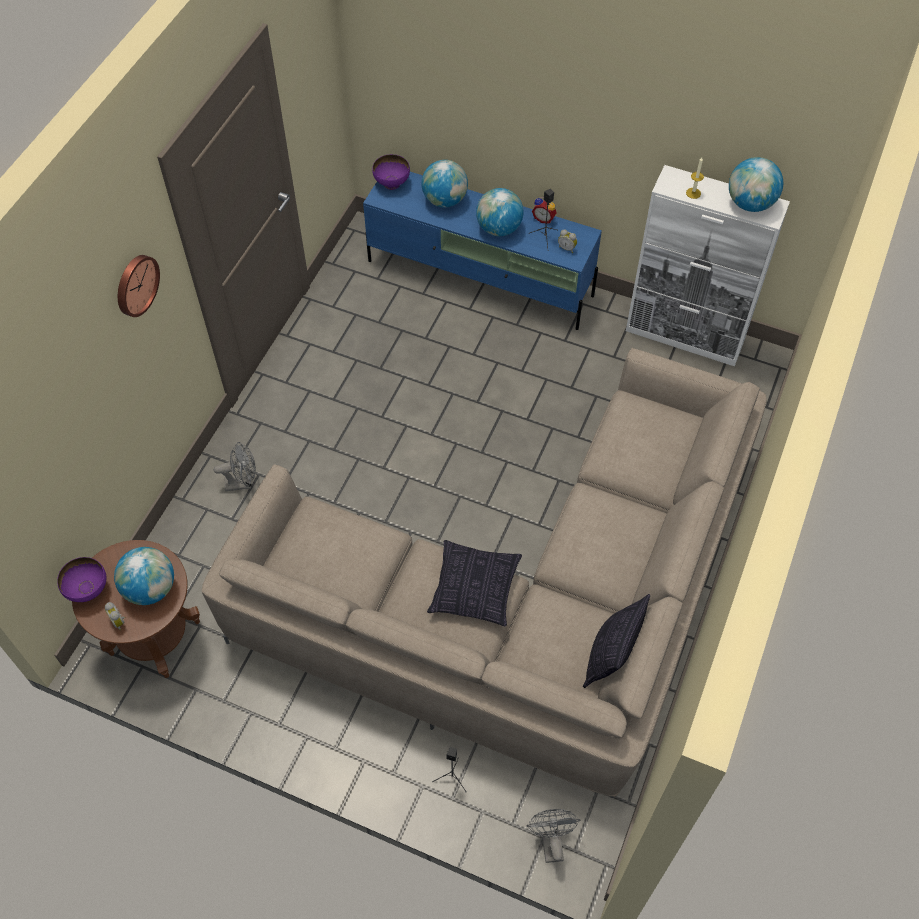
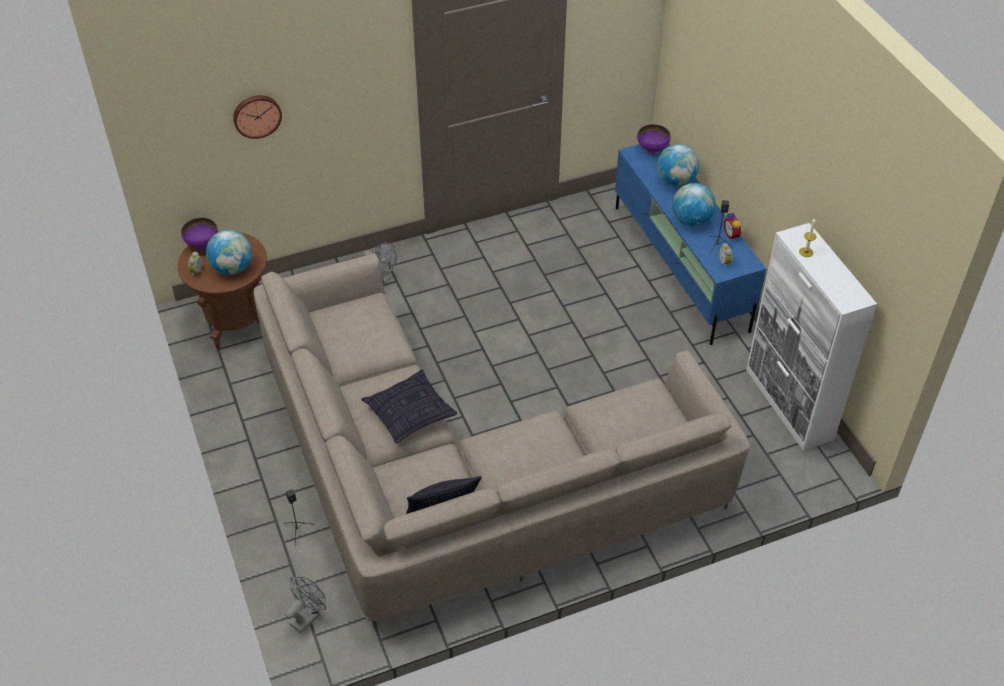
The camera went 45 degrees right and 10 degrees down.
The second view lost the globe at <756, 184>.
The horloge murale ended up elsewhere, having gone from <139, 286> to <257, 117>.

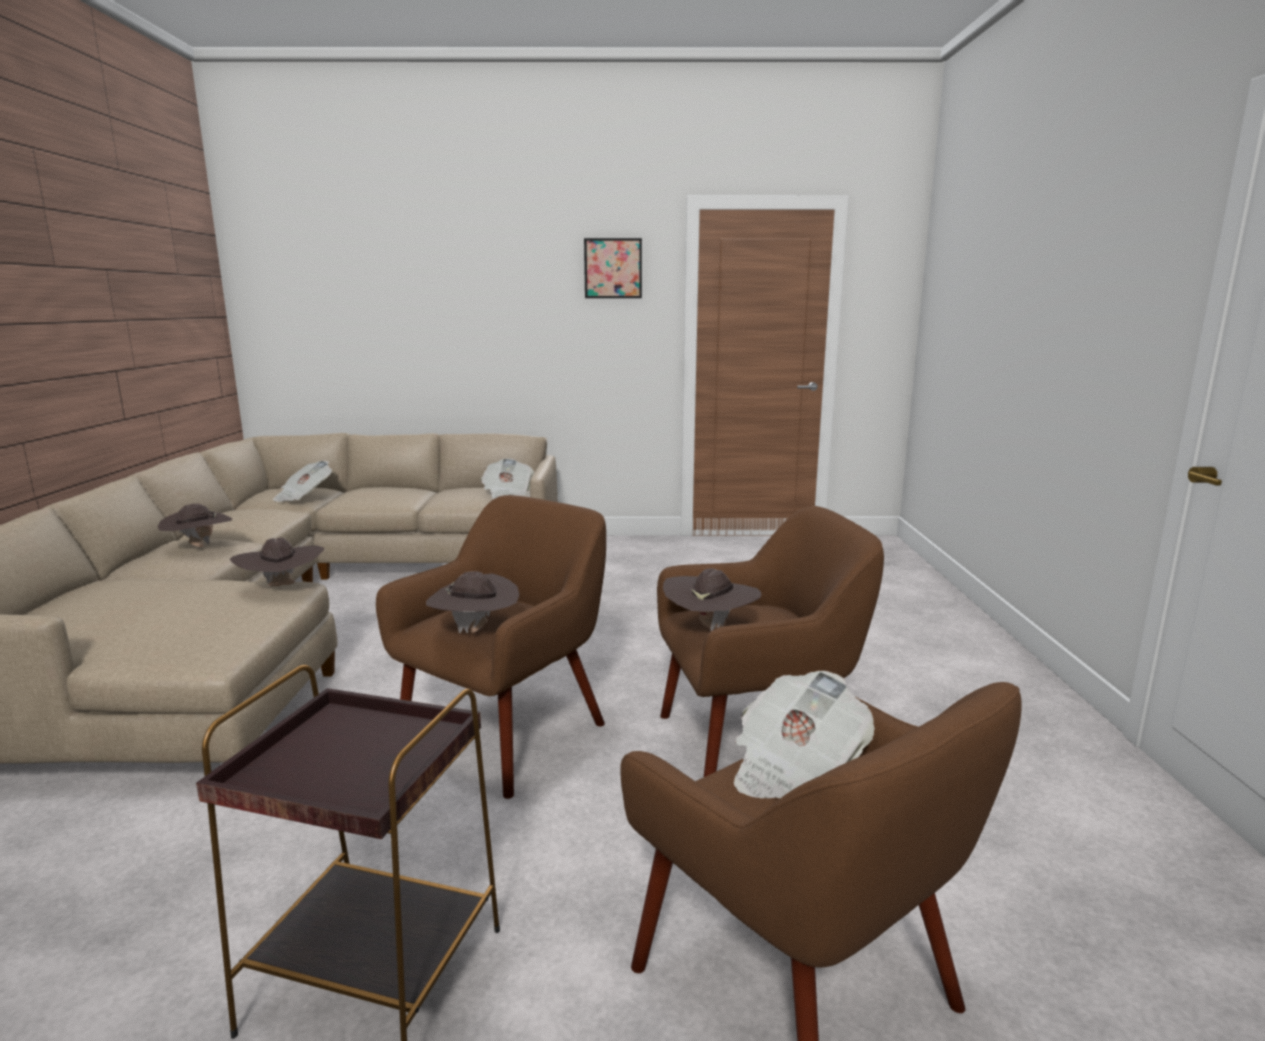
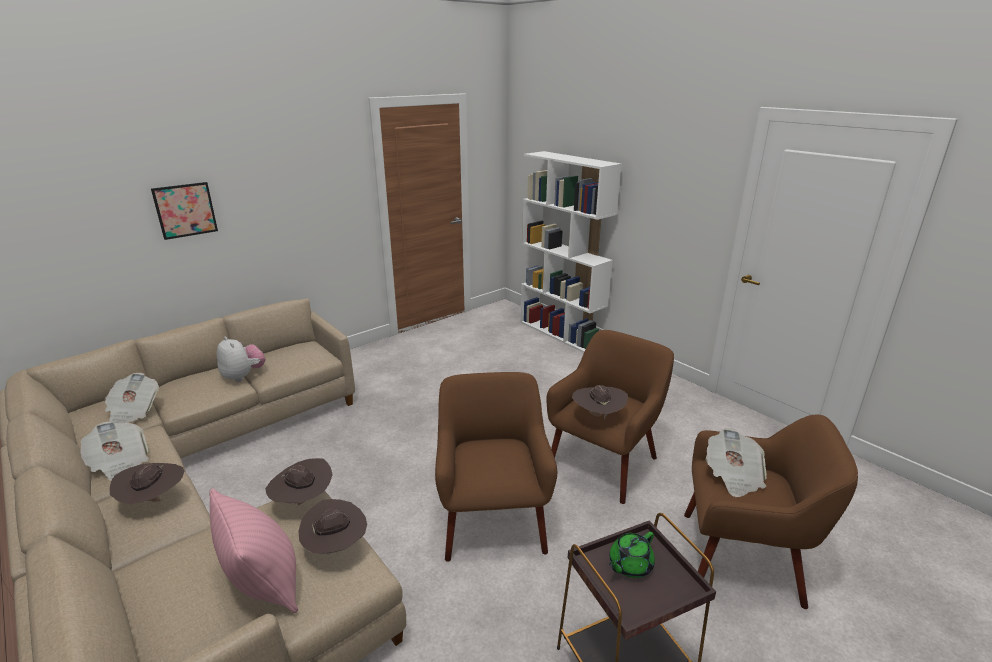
The camera went 40 degrees left and 10 degrees up.
The tableau ended up elsewhere, having gone from <613, 268> to <184, 211>.
The journal ended up elsewhere, having gone from <507, 478> to <114, 451>.
The chapeau [marron] ended up elsewhere, having gone from <472, 602> to <332, 527>.
The second view gained the bibliothèque [blanc] at <571, 252>.
The second view gained the peluche at <241, 359>.
The second view gained the coussin [rose] at <253, 550>.
The second view gained the théière [vert] at <632, 555>.

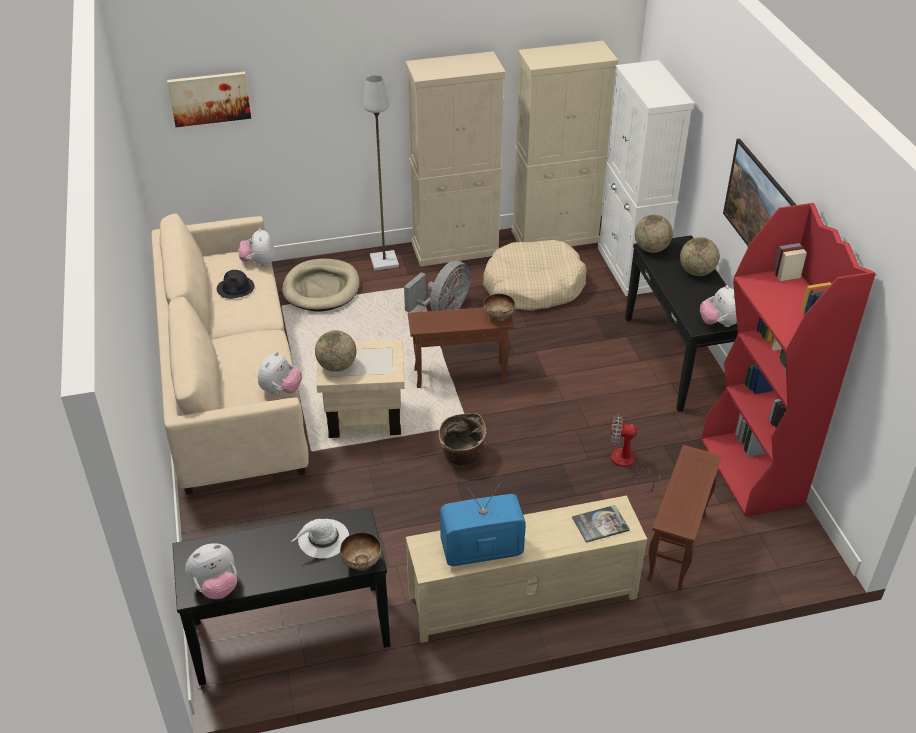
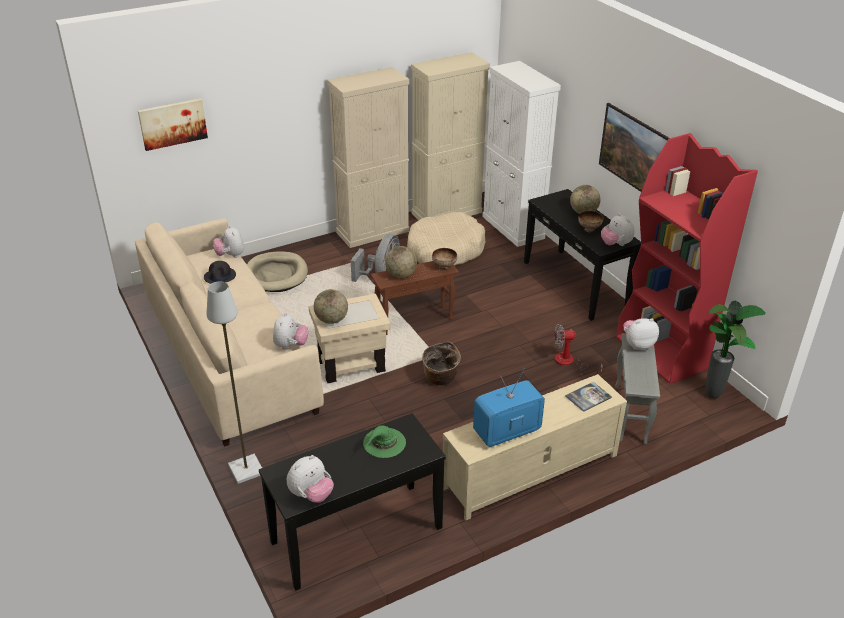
The camera went 15 degrees left and 5 degrees down.
The lampadaire [gris] ended up elsewhere, having gone from <381, 173> to <234, 383>.
The globe ended up elsewhere, having gone from <654, 234> to <401, 262>.
What was the table d'appoint [marron] at <684, 518> turned into the table d'appoint [gris] at <637, 388>.
What was the chapeau [blanc] at <320, 538> turned into the chapeau [vert] at <384, 441>.
The bol ended up elsewhere, having gone from <360, 551> to <590, 221>.
The second view gained the plante en pot at <735, 350>.
The second view gained the peluche at <641, 334>.

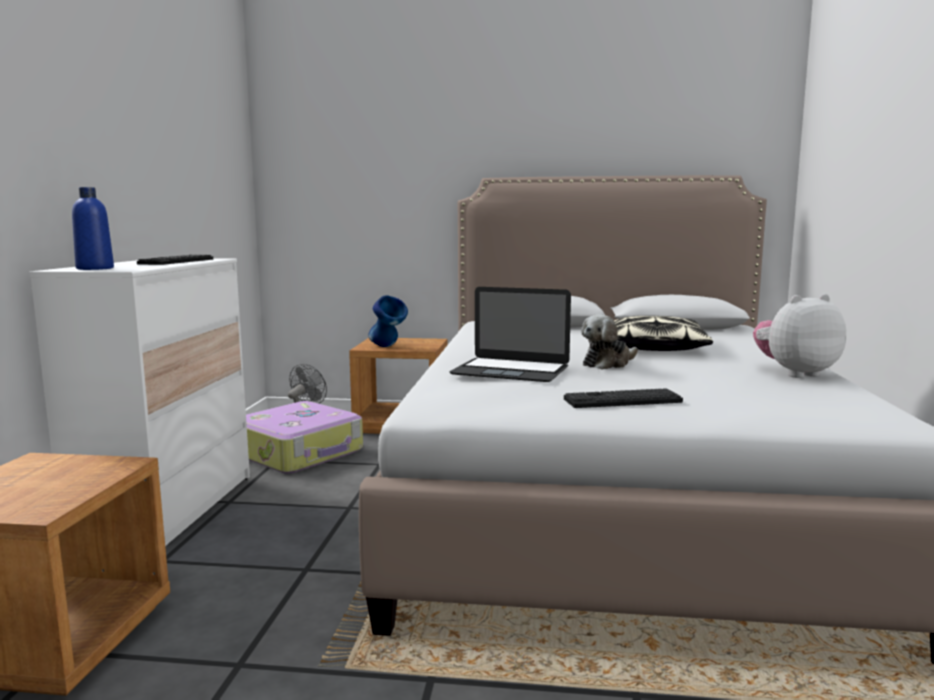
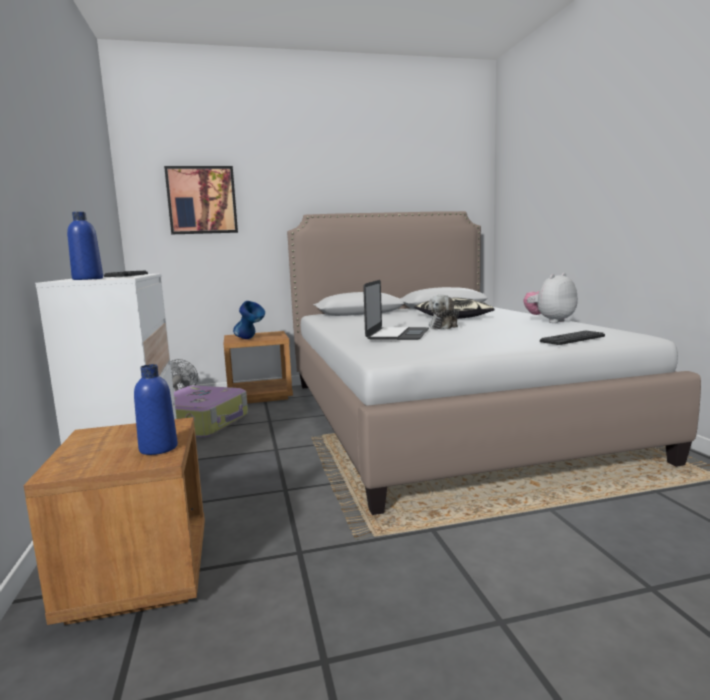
The camera went 20 degrees left and 0 degrees up.
The ordinateur portable at <510, 334> ended up facing another way, 75 degrees counterclockwise from before.
The clavier ended up elsewhere, having gone from <623, 398> to <572, 338>.
The second view gained the tableau at <201, 200>.
The second view gained the bouteille [bleu] at <156, 409>.

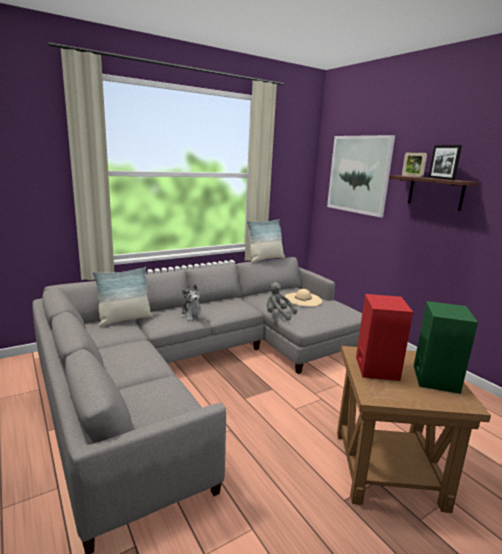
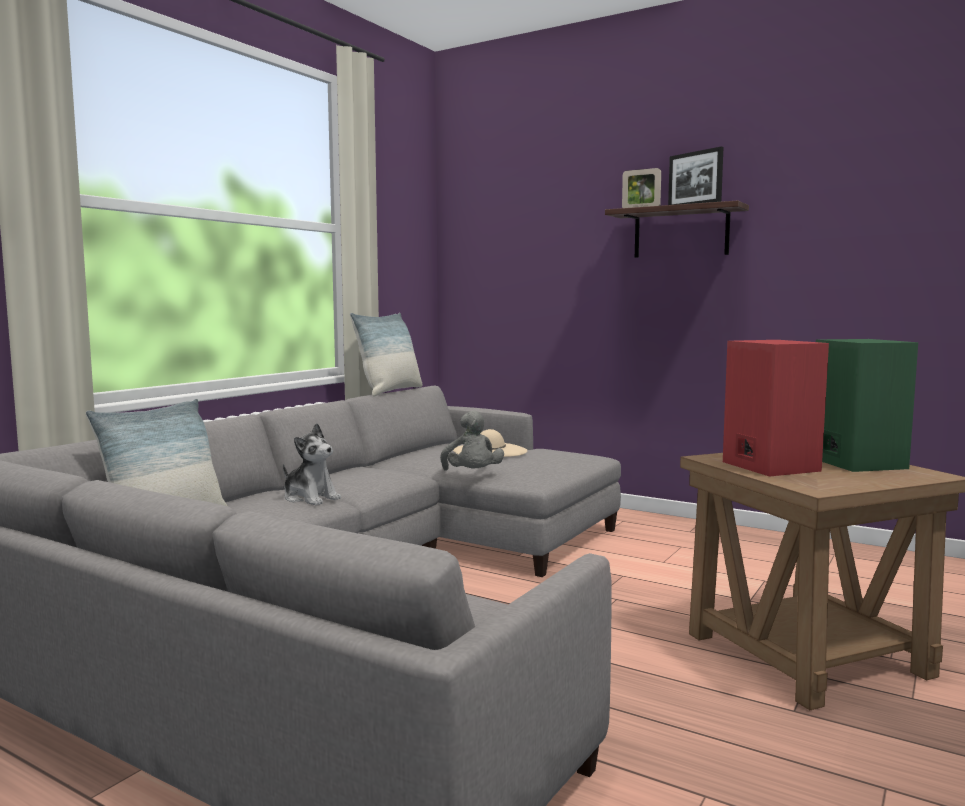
The camera went 25 degrees left and 10 degrees down.
The second view lost the tableau at <361, 176>.
The peluche [gris] at <282, 301> ended up facing another way, 105 degrees counterclockwise from before.

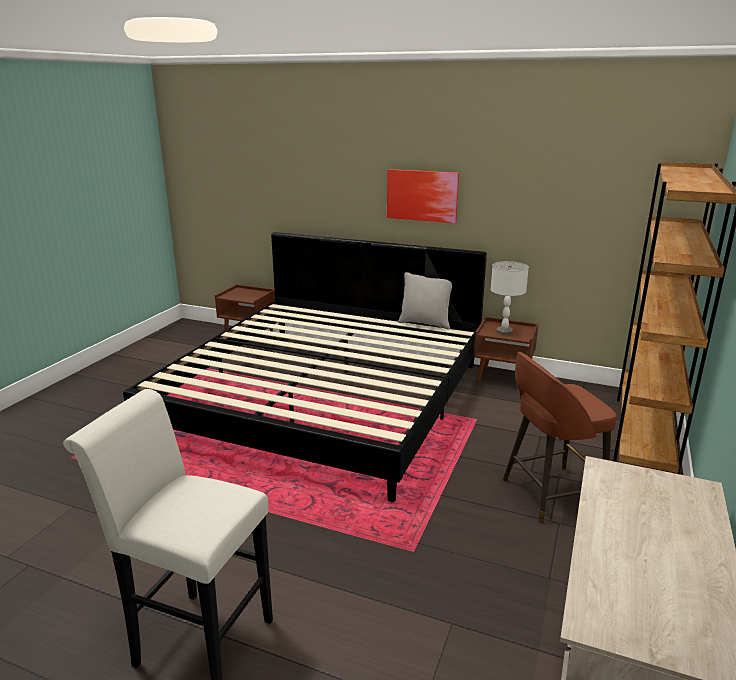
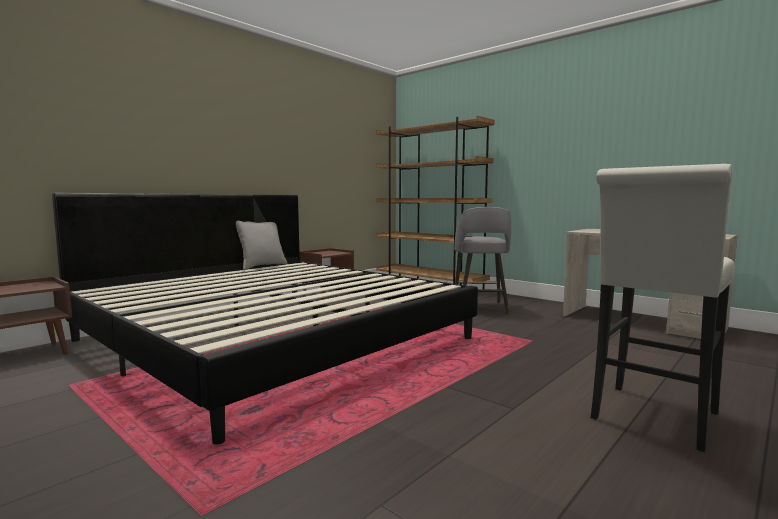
The camera went 70 degrees left and 15 degrees down.
The second view lost the tableau at <423, 196>.
The second view lost the lampe de table [gris] at <510, 298>.
What was the tabouret [marron] at <560, 437> turned into the tabouret [gris] at <482, 260>.

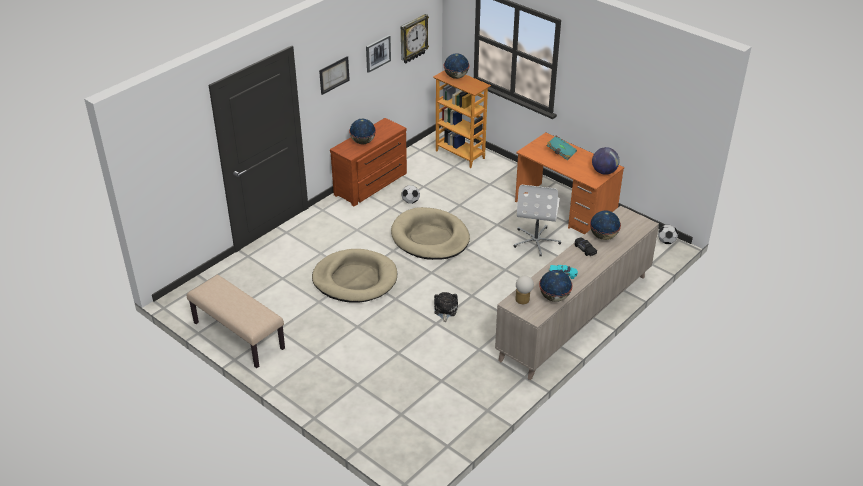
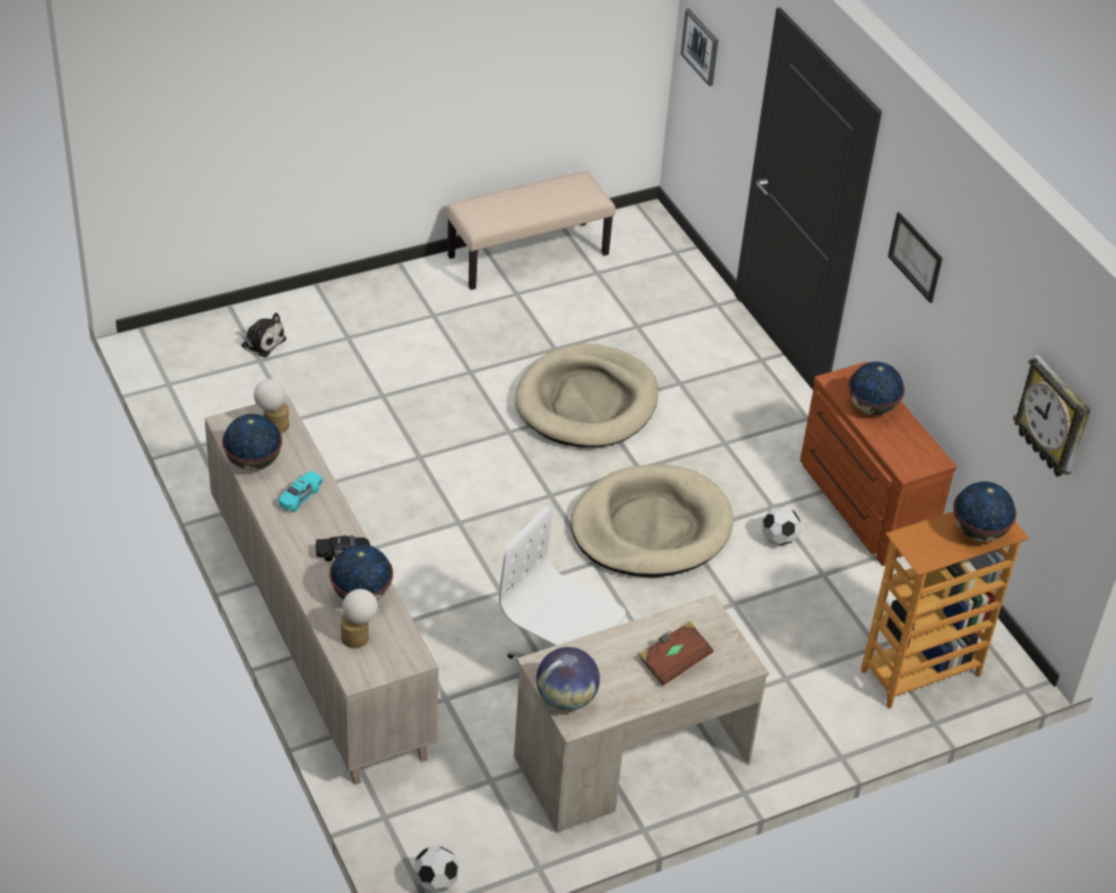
The camera went 110 degrees right and 5 degrees up.
The tableau ended up elsewhere, having gone from <378, 54> to <699, 47>.
What was the bureau [orange] at <569, 183> turned into the bureau [beige] at <641, 713>.
What was the livre [turquoise] at <561, 148> turned into the livre [marron] at <676, 653>.
The peluche ended up elsewhere, having gone from <446, 307> to <260, 335>.
The second view gained the lampe de table at <359, 618>.

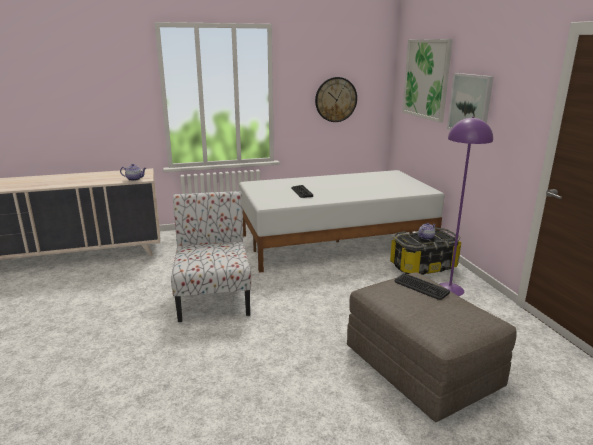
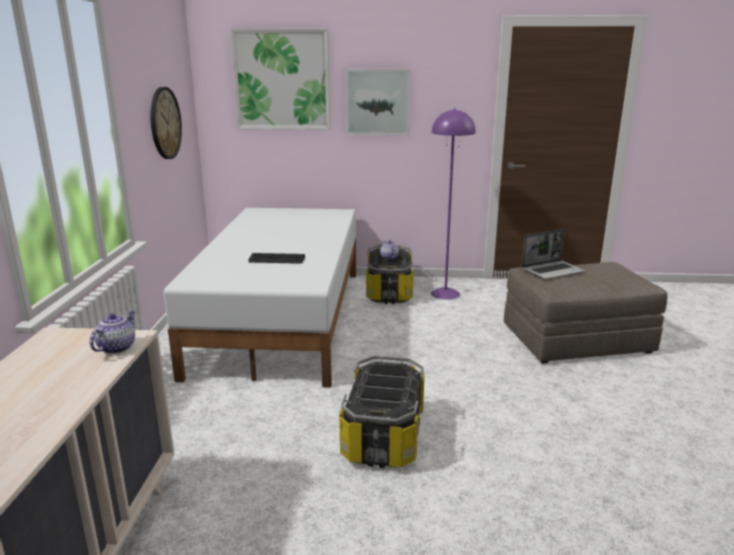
The camera went 70 degrees left and 0 degrees up.
Where the chaise stood at <211, 256>, the boîte de rangement came to stand at <382, 412>.
Where the clavier stood at <422, 286>, the ordinateur portable came to stand at <553, 254>.

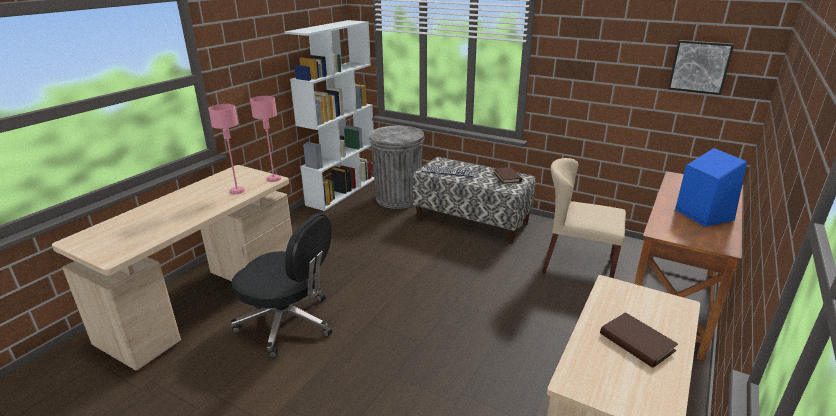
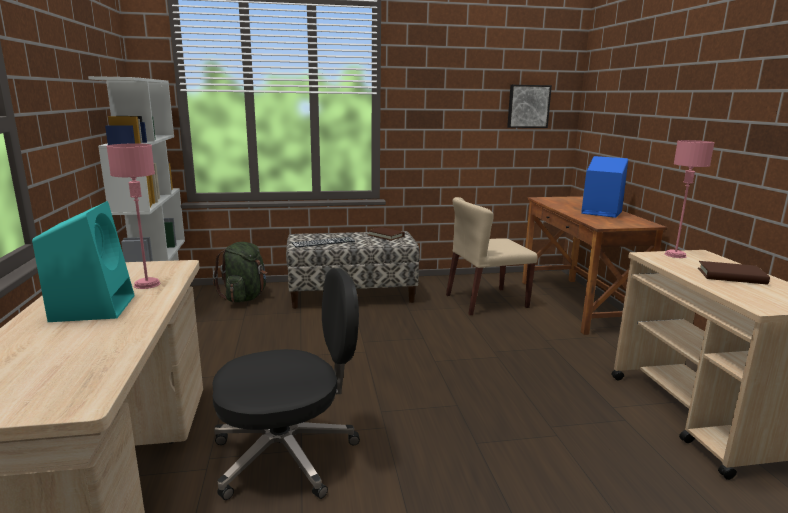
The camera went 40 degrees left and 10 degrees down.
The lampe de table [rose] ended up elsewhere, having gone from <266, 139> to <689, 199>.
Where the poubelle [gris] stood at <397, 167>, the sac à dos [vert] came to stand at <240, 272>.
The second view gained the enceinte [turquoise] at <83, 261>.

